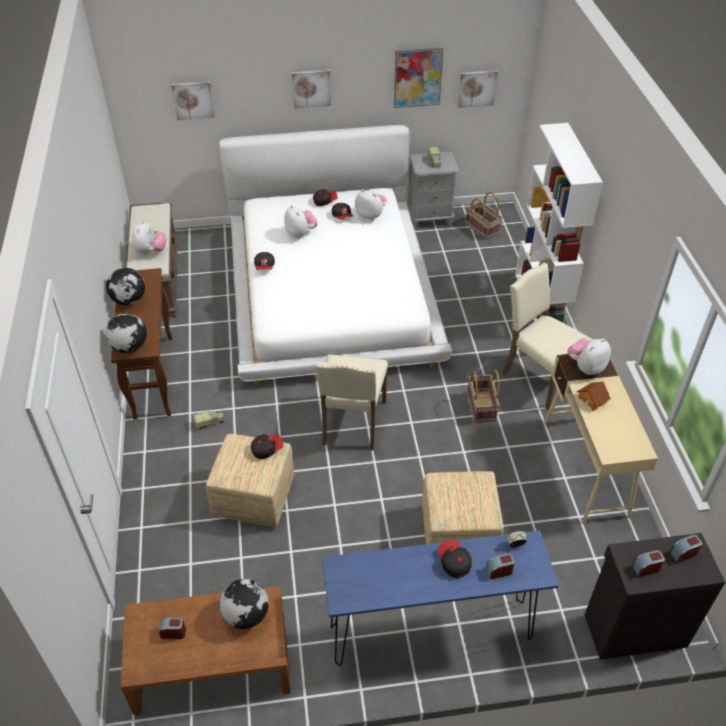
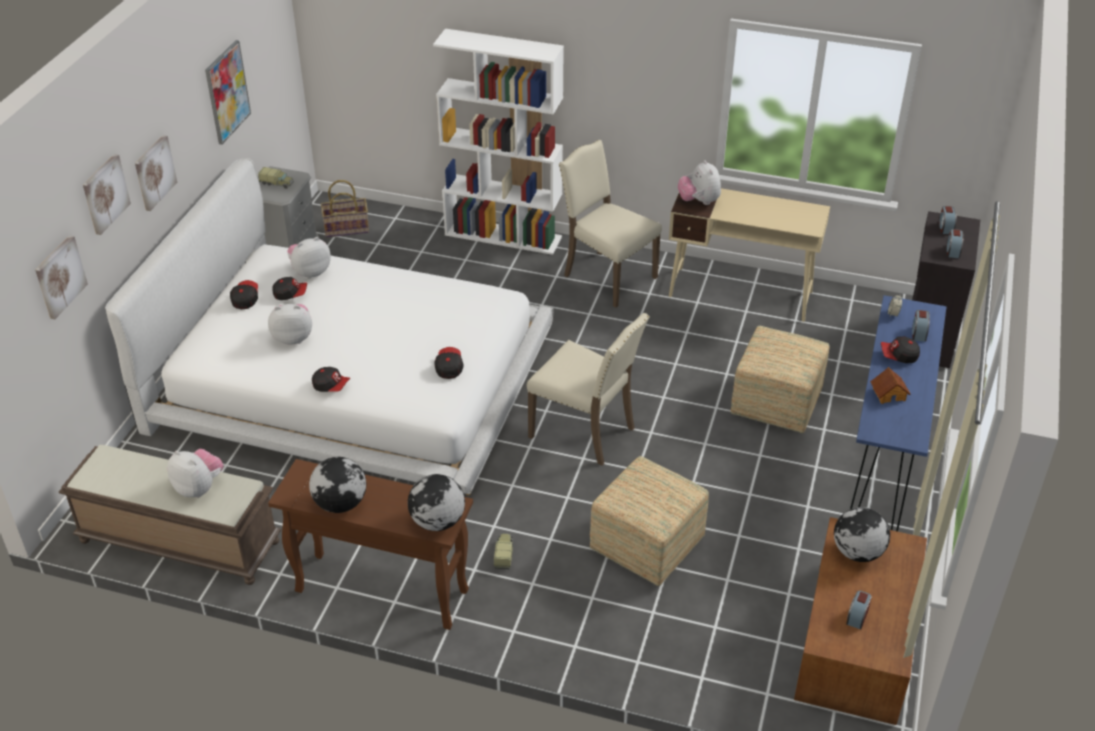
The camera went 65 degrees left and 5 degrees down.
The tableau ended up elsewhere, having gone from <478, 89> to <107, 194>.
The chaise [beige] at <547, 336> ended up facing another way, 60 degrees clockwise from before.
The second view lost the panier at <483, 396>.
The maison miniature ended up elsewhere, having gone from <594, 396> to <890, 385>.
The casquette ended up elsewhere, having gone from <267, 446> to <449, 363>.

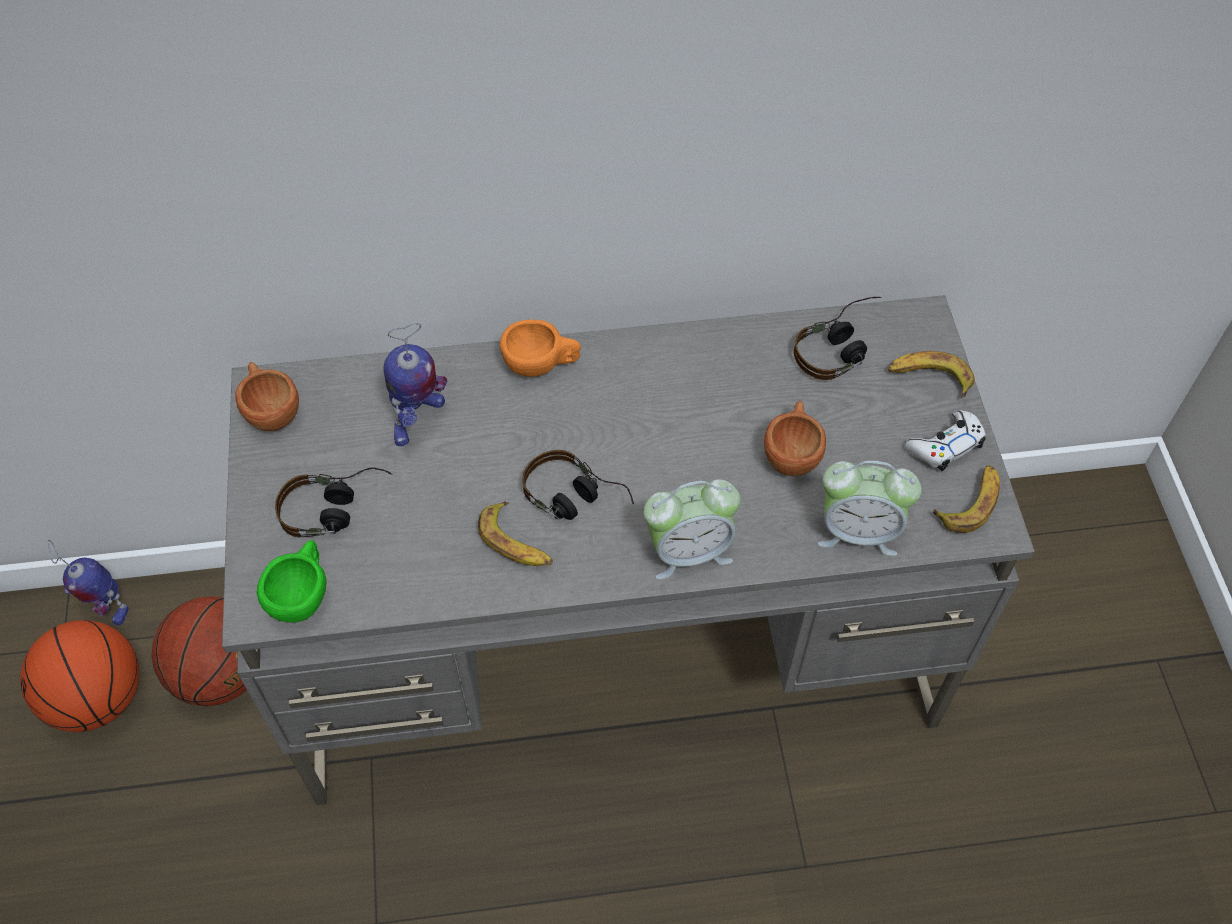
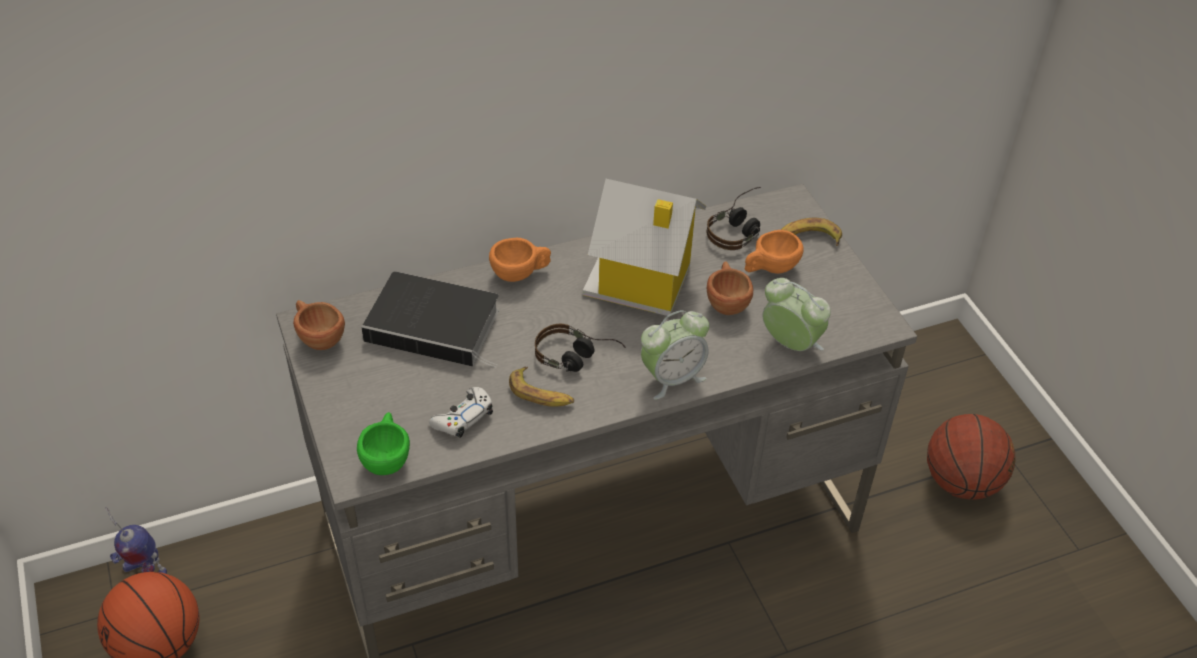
The camera went 15 degrees left and 10 degrees down.
Where the robot jouet stood at <416, 385>, the livre came to stand at <430, 319>.
The manette [blanc] ended up elsewhere, having gone from <945, 440> to <461, 412>.
The réveil at <870, 508> ended up facing another way, 135 degrees counterclockwise from before.
The second view lost the banane at <966, 499>.
The second view lost the casque audio at <334, 502>.
The ballon de basket ended up elsewhere, having gone from <199, 651> to <971, 457>.
The second view gained the maison miniature at <644, 247>.
The second view gained the tasse [orange] at <774, 252>.

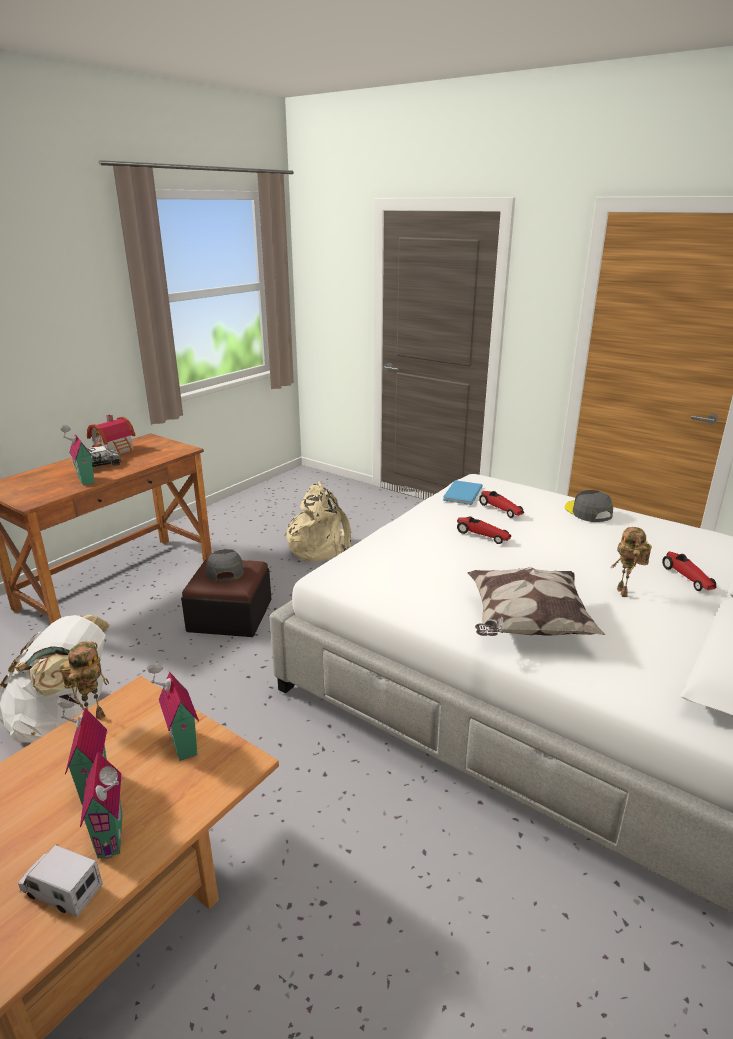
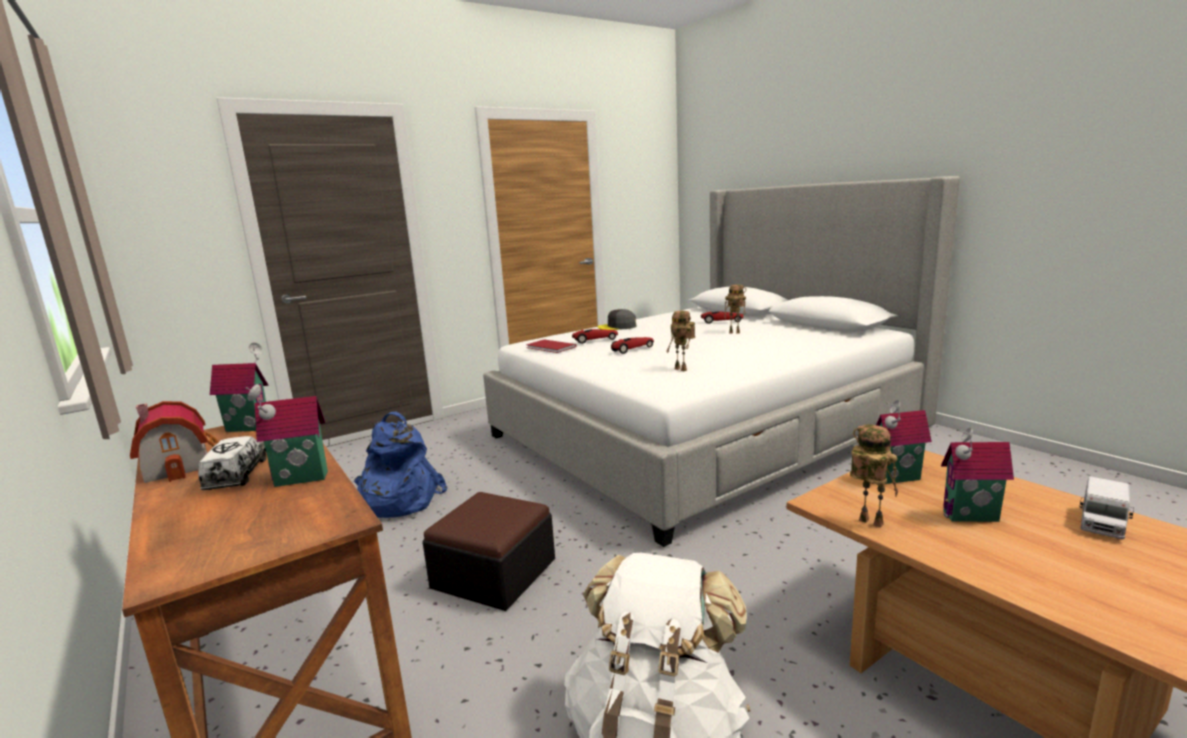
The camera went 70 degrees left and 10 degrees down.
What was the livre [bleu] at <463, 492> turned into the livre [rouge] at <551, 346>.
What was the sac à dos [beige] at <317, 521> turned into the sac à dos [bleu] at <400, 464>.
The second view lost the casquette [gris] at <225, 565>.
The second view lost the coussin at <536, 601>.
The maison miniature ended up elsewhere, having gone from <101, 805> to <239, 387>.
The second view gained the robot jouet at <681, 341>.

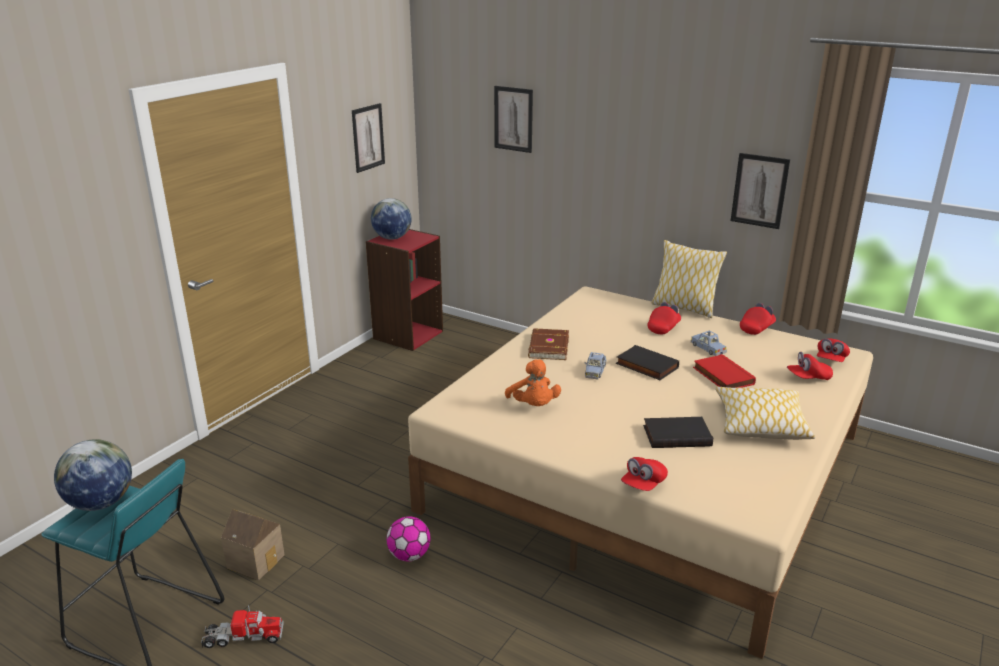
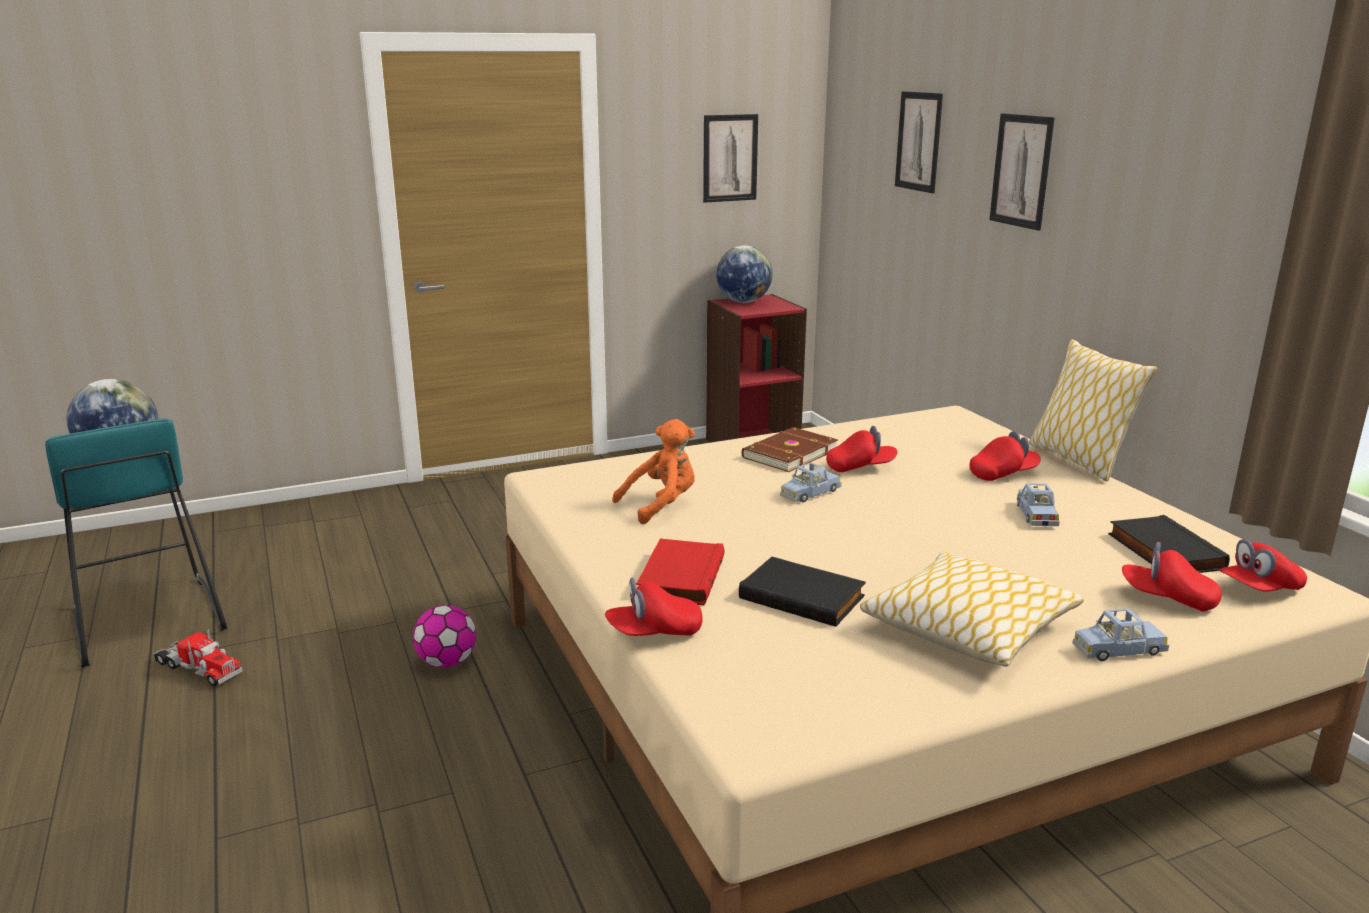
The camera went 35 degrees right and 5 degrees down.
The tableau ended up elsewhere, having gone from <760, 191> to <1022, 172>.
The casquette [rouge] ended up elsewhere, having gone from <758, 319> to <862, 449>.
The livre [noir] ended up elsewhere, having gone from <647, 362> to <1169, 544>.
The livre [rouge] ended up elsewhere, having gone from <724, 371> to <680, 571>.
The peluche [orange] at <533, 382> ended up facing another way, 135 degrees counterclockwise from before.
The second view lost the maison miniature at <253, 544>.
The second view gained the petite voiture [bleu] at <1120, 634>.

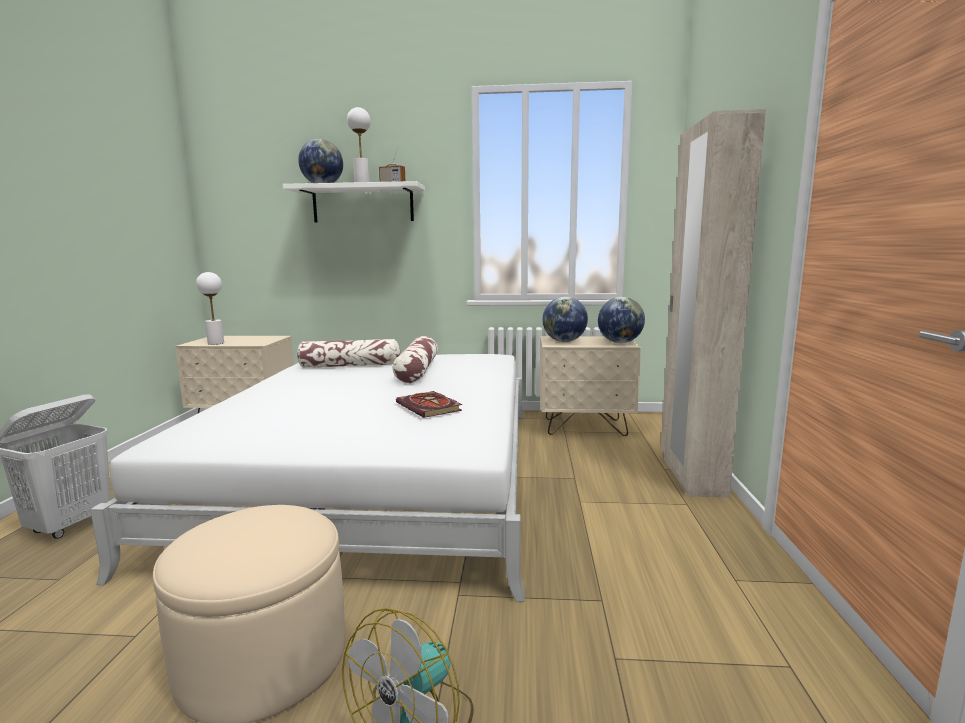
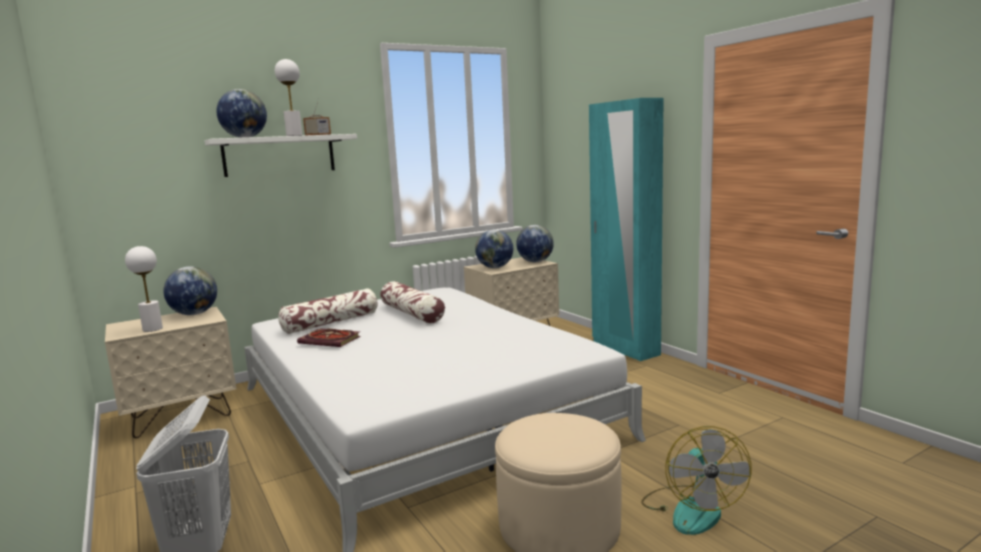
The camera went 35 degrees left and 0 degrees up.
What was the armoire [beige] at <713, 303> turned into the armoire [turquoise] at <626, 229>.
The livre ended up elsewhere, having gone from <429, 404> to <329, 337>.
The second view gained the globe at <190, 290>.

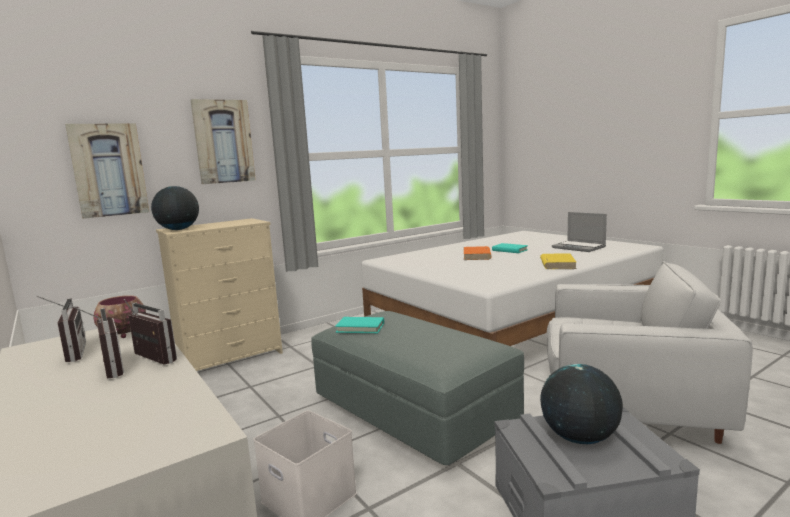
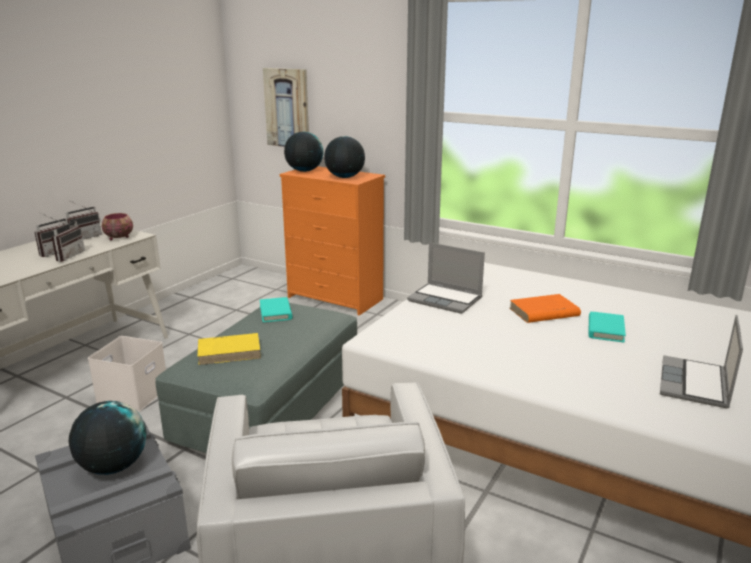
The camera went 65 degrees right and 10 degrees up.
The second view lost the tableau at <223, 141>.
What was the commode [beige] at <219, 294> turned into the commode [orange] at <332, 240>.
The livre [jaune] ended up elsewhere, having gone from <558, 261> to <229, 349>.
The second view gained the globe at <344, 157>.
The second view gained the ordinateur portable at <446, 278>.

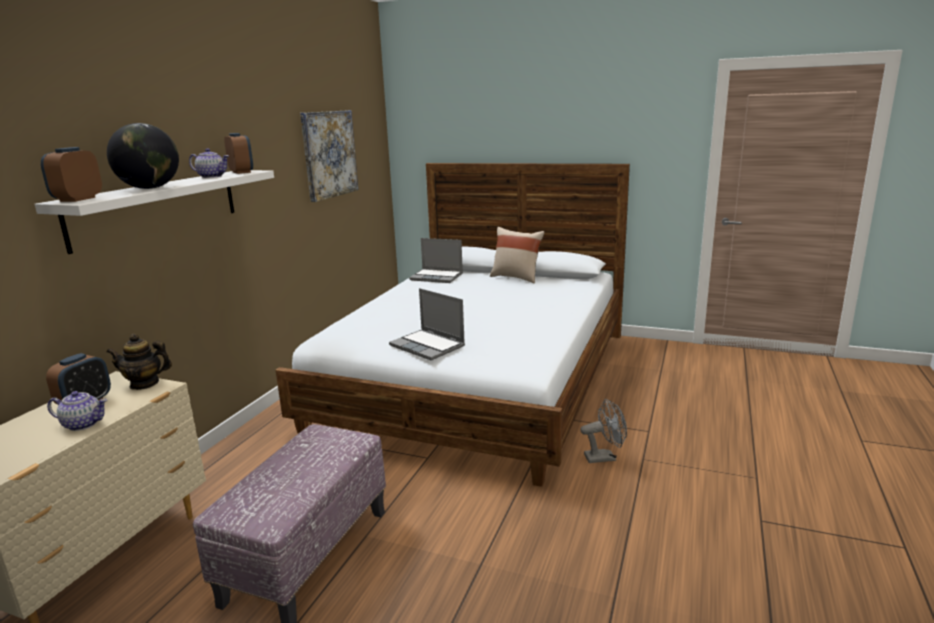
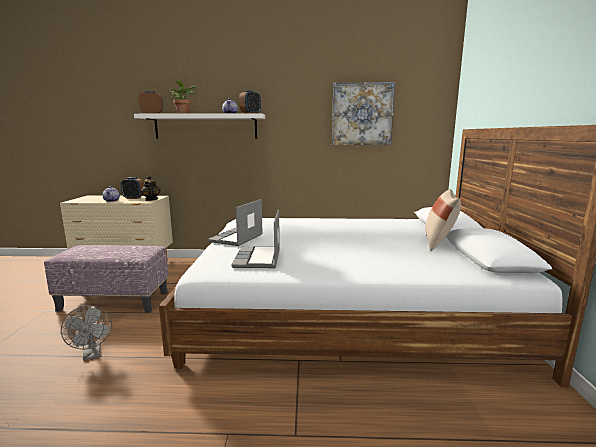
The camera went 70 degrees right and 5 degrees down.
Where the globe stood at <143, 156>, the plante en pot came to stand at <183, 97>.
The ordinateur portable ended up elsewhere, having gone from <436, 260> to <255, 239>.
The ventilateur [gris] ended up elsewhere, having gone from <603, 431> to <86, 333>.

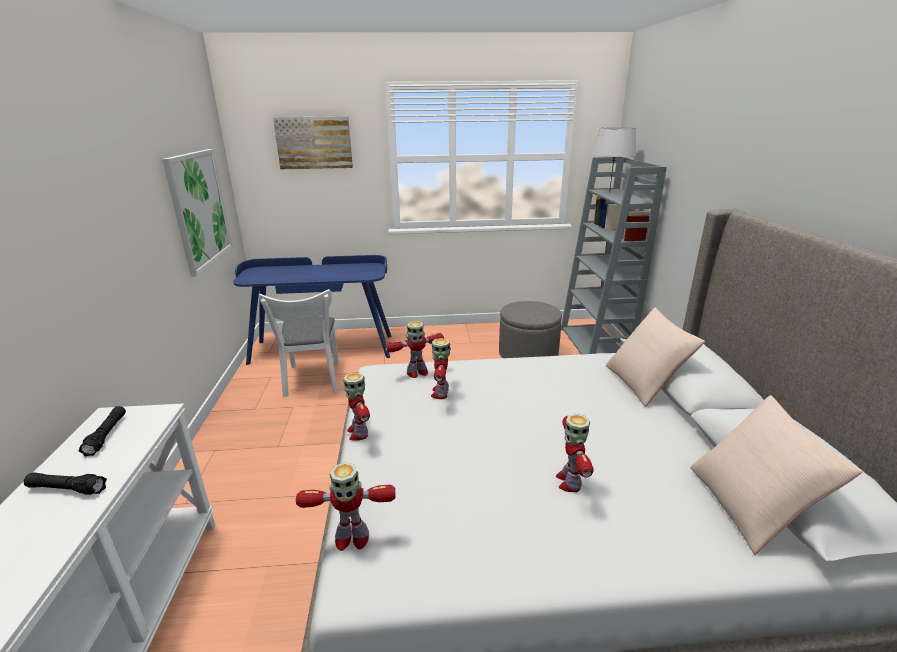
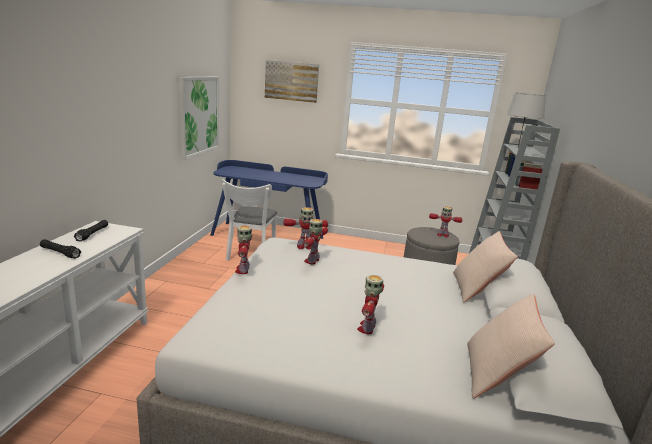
The camera went 15 degrees right and 5 degrees down.
The robot jouet ended up elsewhere, having gone from <345, 506> to <446, 221>.

